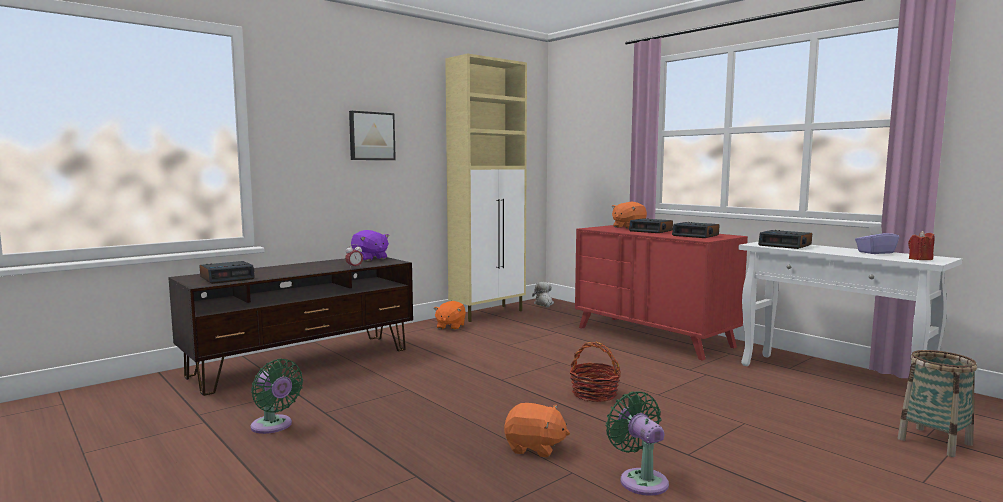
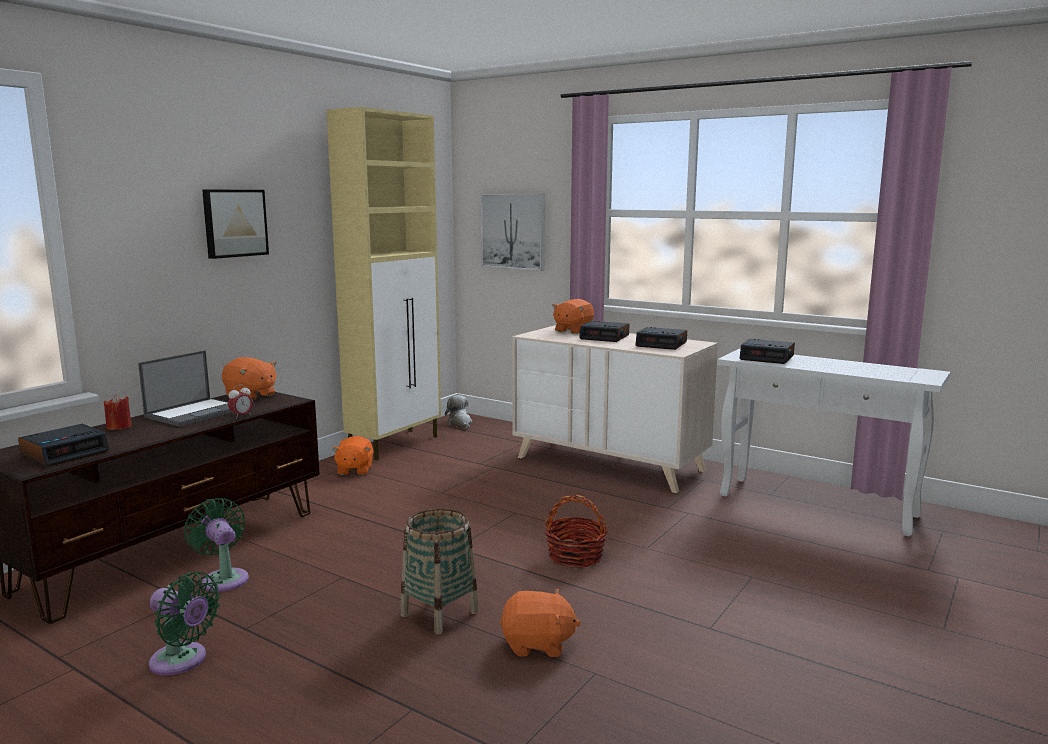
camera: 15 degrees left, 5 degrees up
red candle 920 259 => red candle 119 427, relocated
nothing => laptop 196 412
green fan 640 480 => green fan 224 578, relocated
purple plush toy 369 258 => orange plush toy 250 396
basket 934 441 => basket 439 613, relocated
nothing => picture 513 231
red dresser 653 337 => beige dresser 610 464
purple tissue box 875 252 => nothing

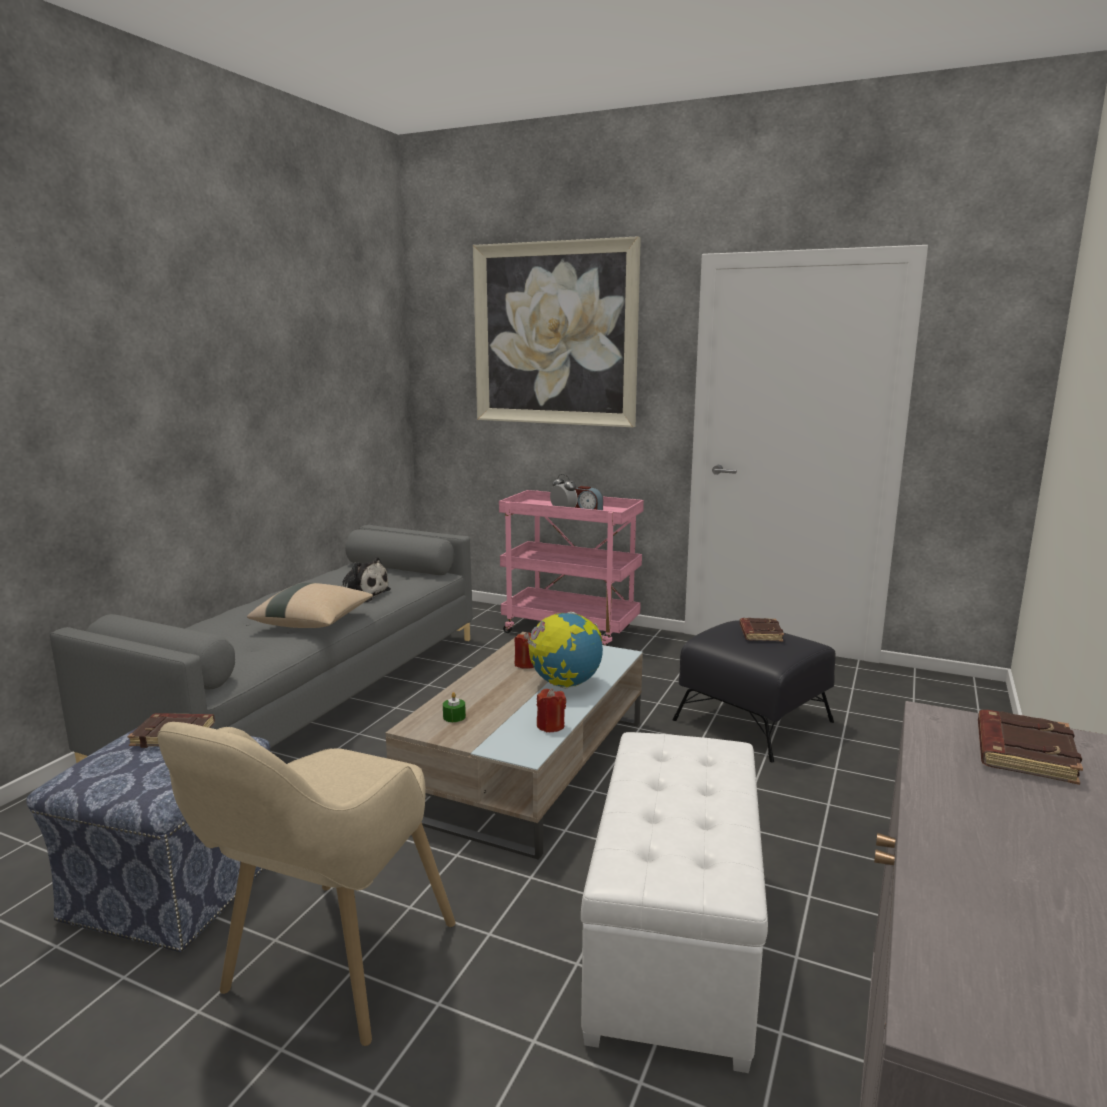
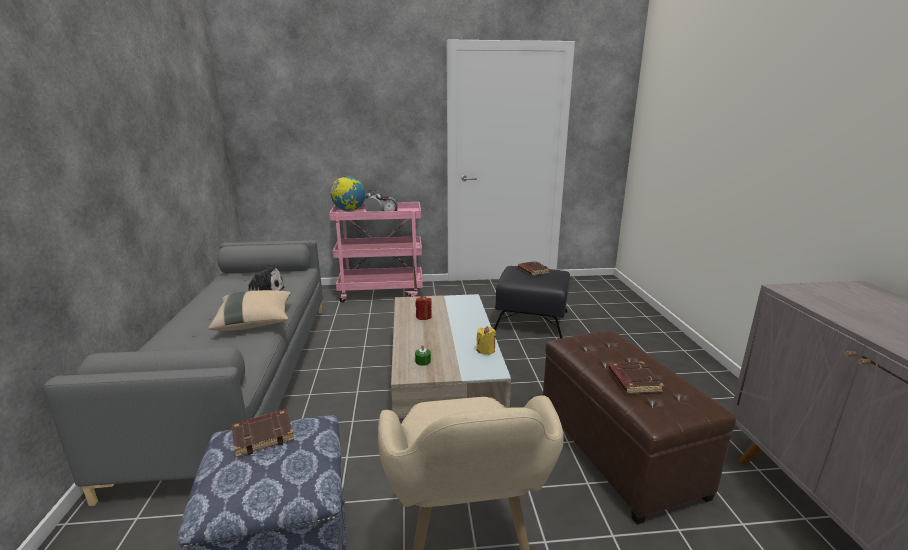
camera: 30 degrees left, 5 degrees up
globe 565 684 => globe 349 211, relocated
red candle 550 726 => yellow candle 486 350
white ottoman 675 941 => brown ottoman 618 450
brown book 1022 753 => brown book 633 381, relocated
picture 554 334 => nothing

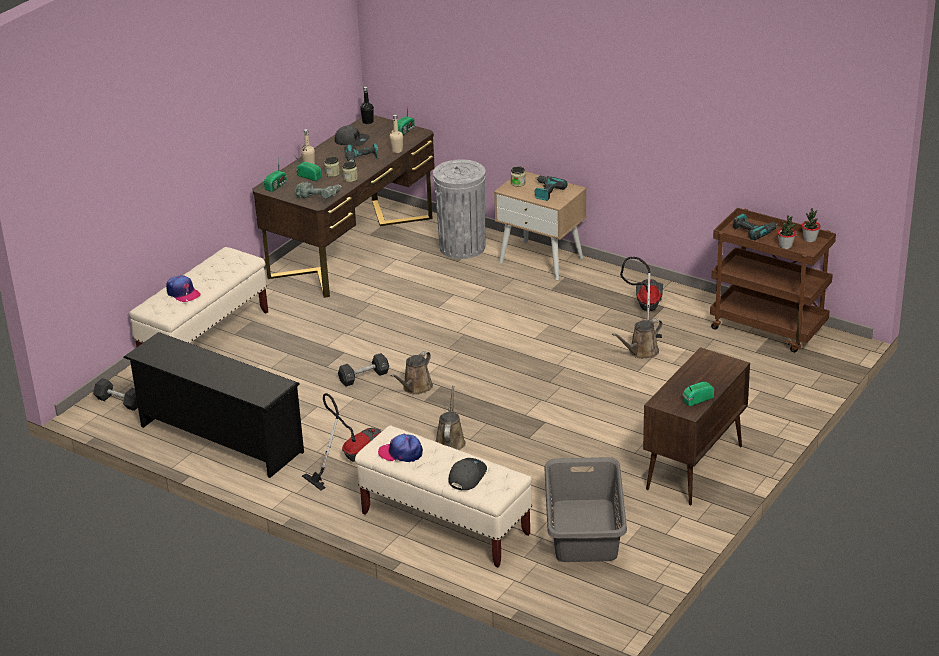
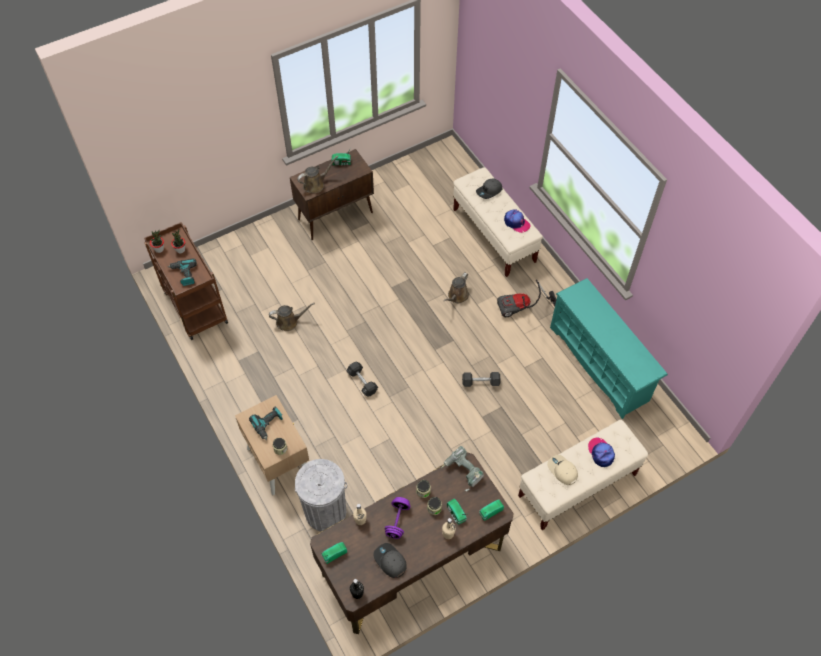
camera: 155 degrees left, 25 degrees up
brown watering can 415 388 => brown watering can 315 184, relocated
black dumbbell 119 402 => black dumbbell 362 382, relocated
power drill 362 159 => purple dumbbell 397 521
nothing => beige cap 562 471
black shoe rack 218 439 => turquoise shoe rack 600 364
grey laundry basket 583 531 => nothing
vacuum cleaner 645 311 => nothing

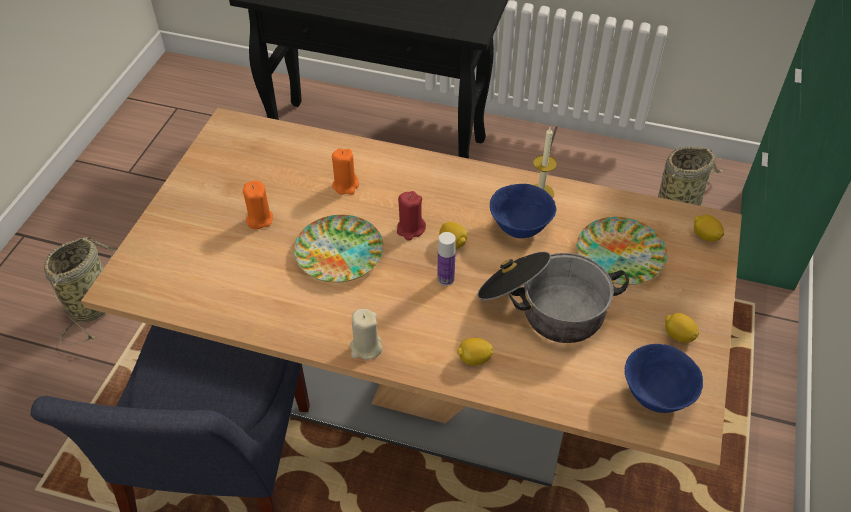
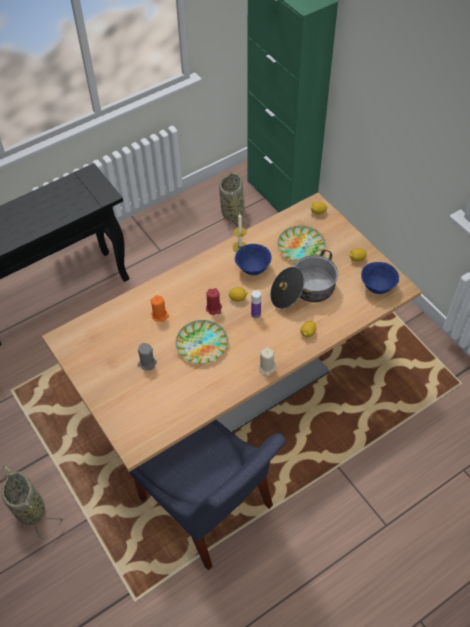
camera: 50 degrees left, 5 degrees up
orange candle 259 219 => grey candle 147 363

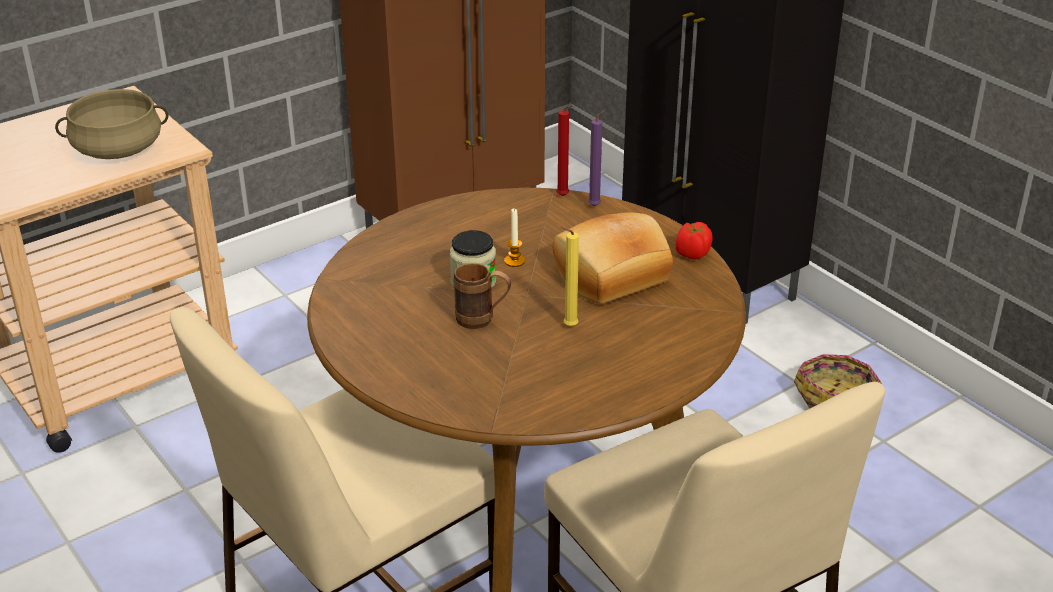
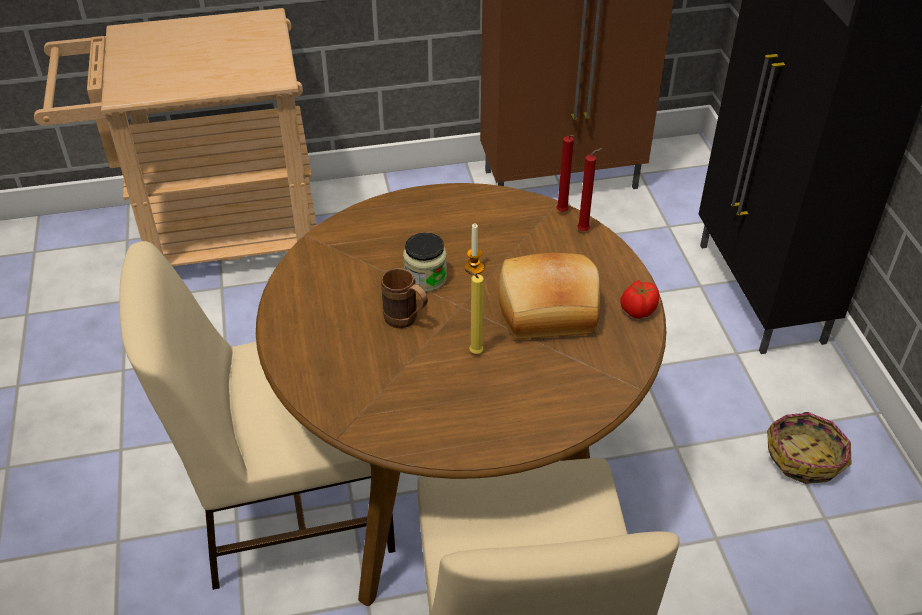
camera: 25 degrees right, 10 degrees up
purple candle 596 205 => red candle 585 231
beige cooking pot 117 150 => nothing

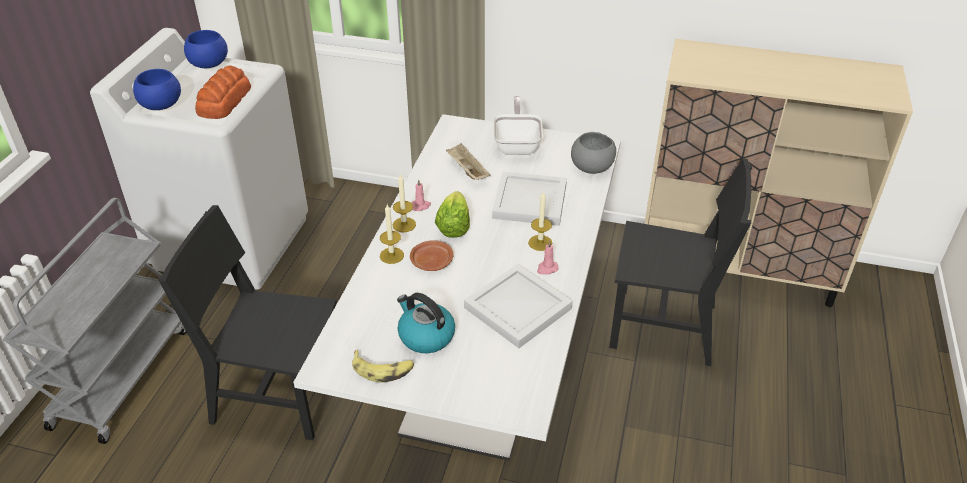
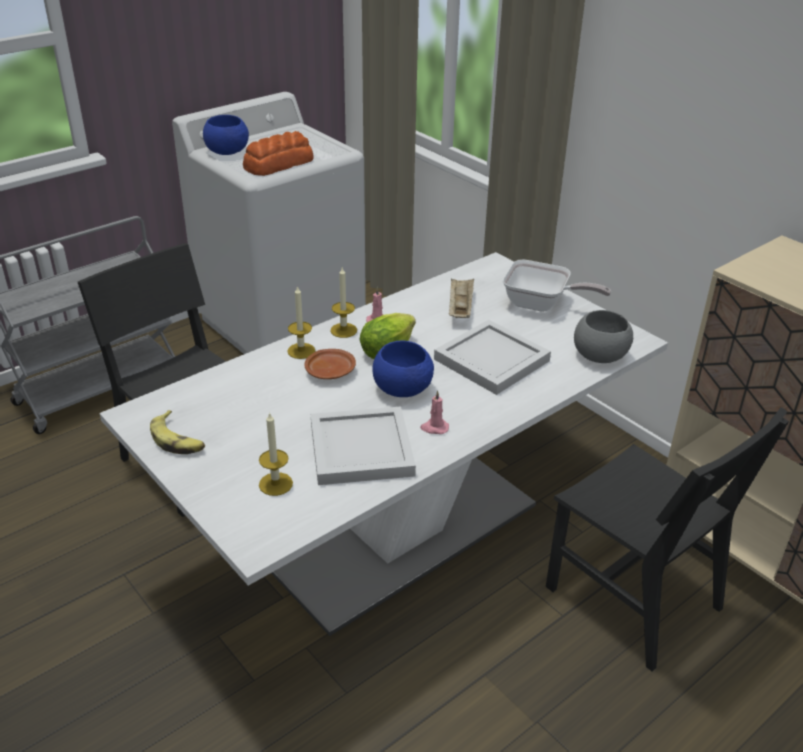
camera: 35 degrees right, 5 degrees down
candle 540 243 => candle 275 484, relocated
blue bowl 209 64 => blue bowl 402 390, relocated
frying pan 517 144 => frying pan 541 304, 75 degrees clockwise
kettle 425 336 => nothing

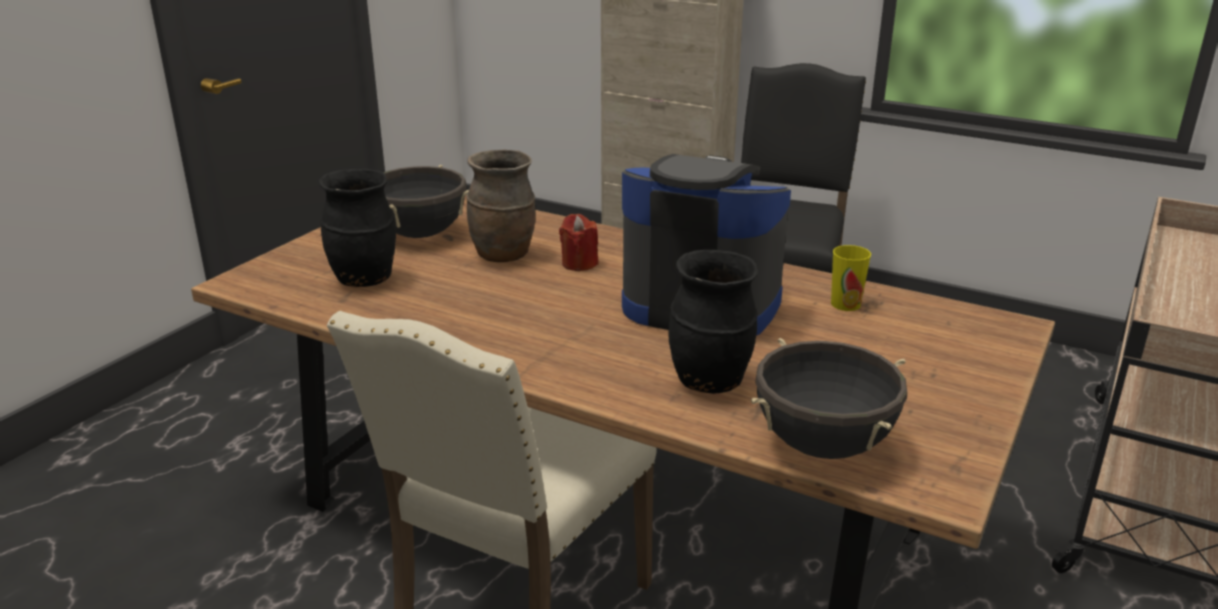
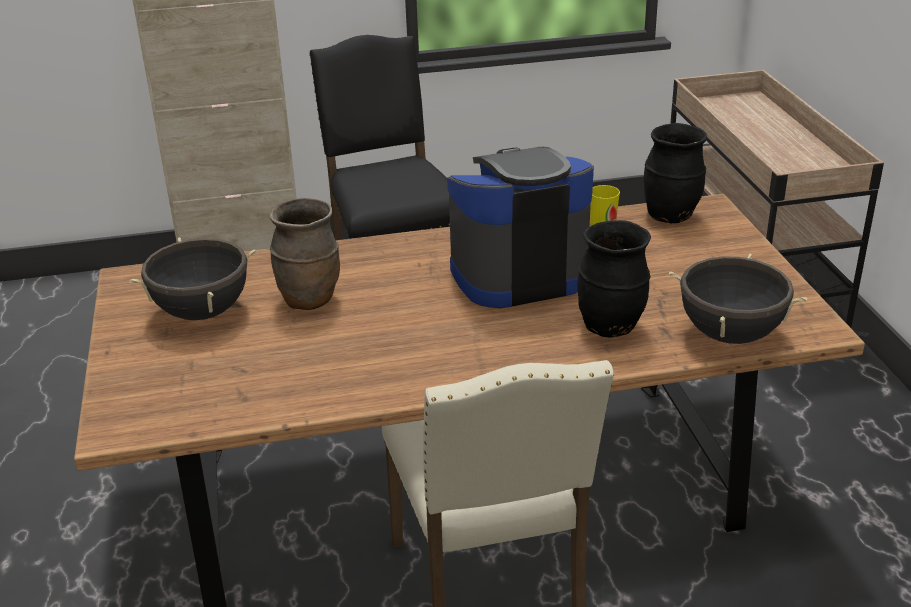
camera: 40 degrees left, 5 degrees up
black vase 365 279 => black vase 671 216, relocated
red candle 579 263 => nothing

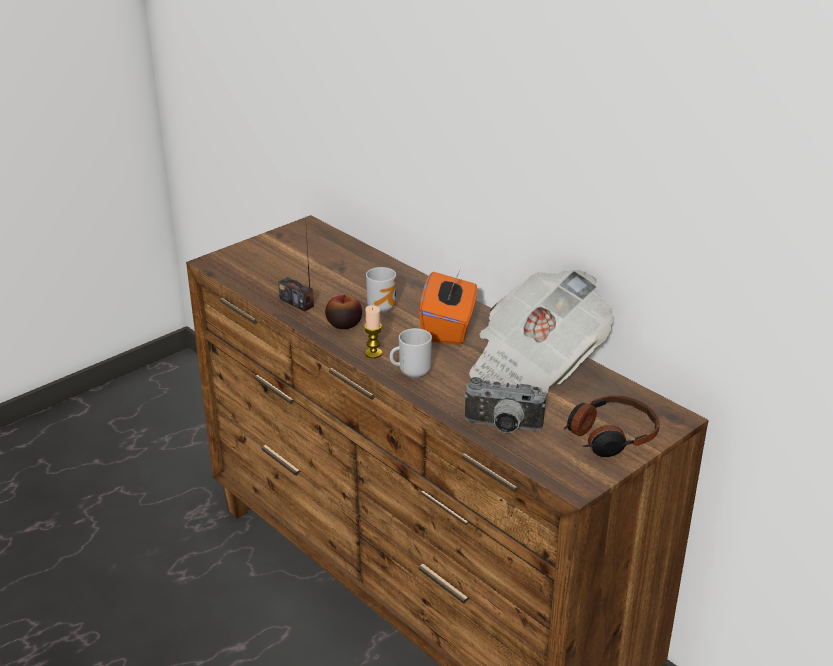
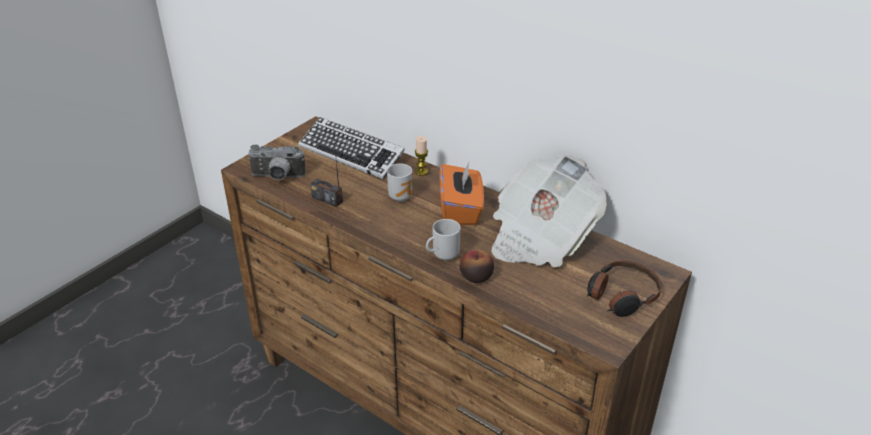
camera: 10 degrees left, 5 degrees up
photo camera 502 428 => photo camera 277 178, relocated
nothing => keyboard 351 154
candle 373 353 => candle 421 172, relocated
apple 344 324 => apple 476 276, relocated

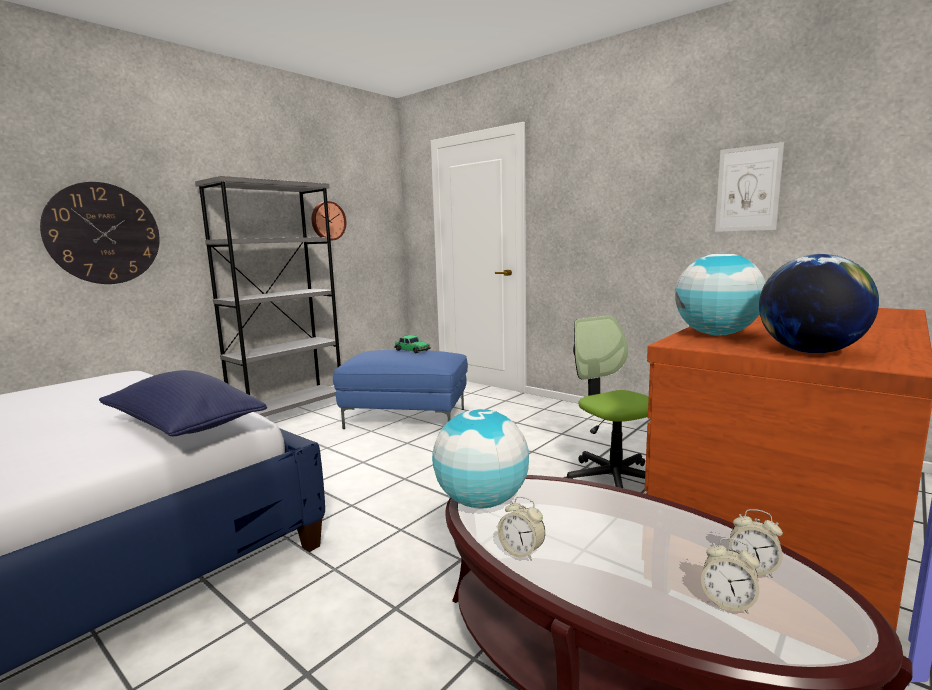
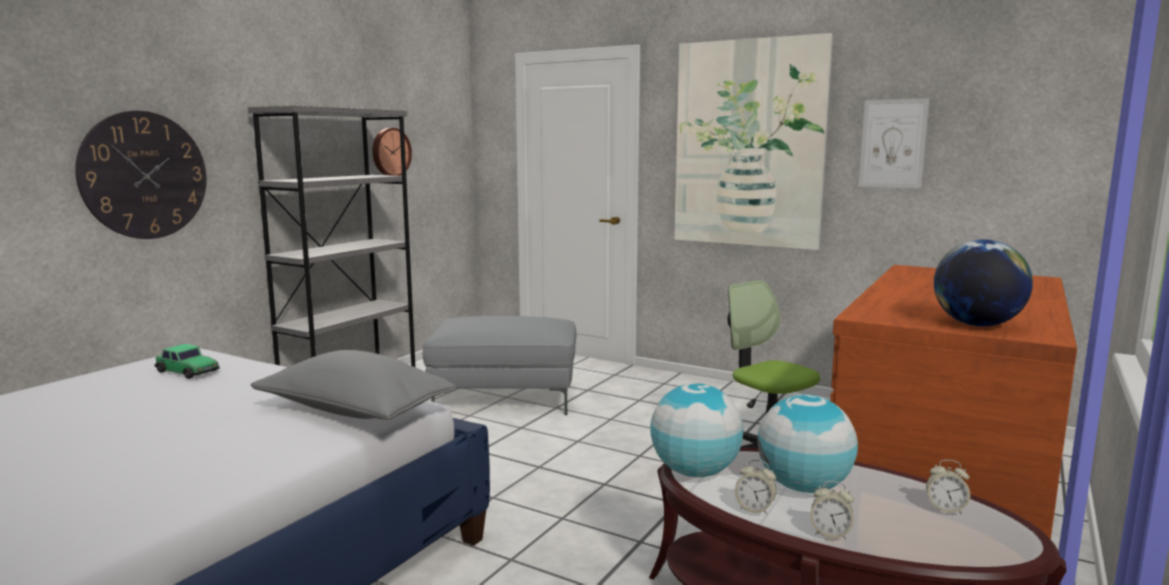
camera: 10 degrees left, 0 degrees up
toy car 412 350 => toy car 188 371, relocated
blue pillow 183 427 => grey pillow 354 412
blue ottoman 406 418 => grey ottoman 505 399
nothing => picture 748 144
globe 716 334 => globe 804 487, relocated
alarm clock 727 602 => alarm clock 830 534, relocated

